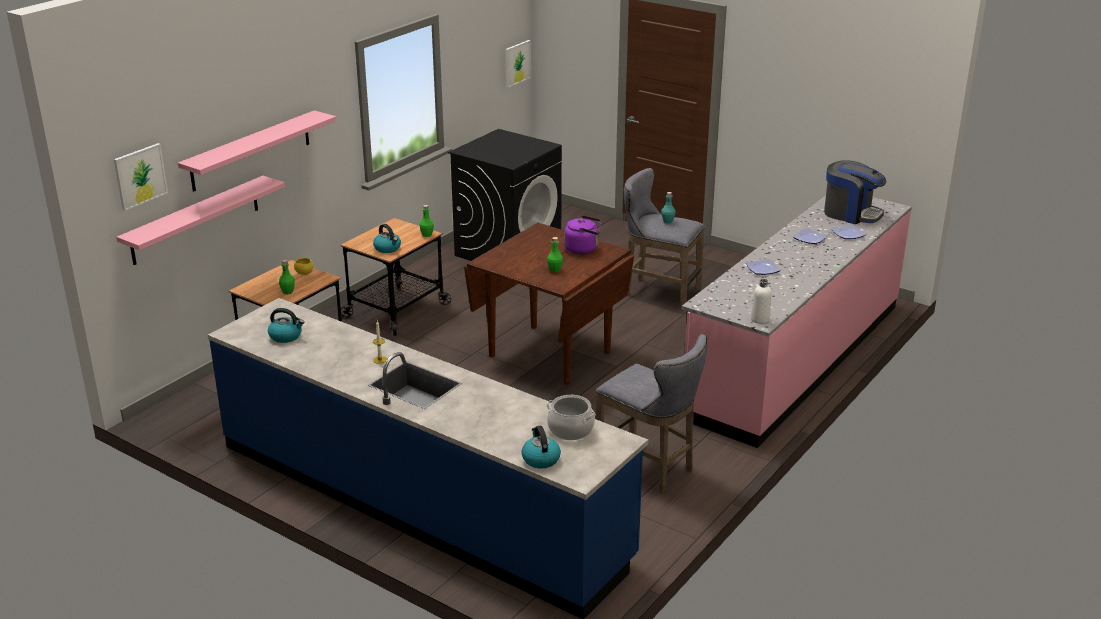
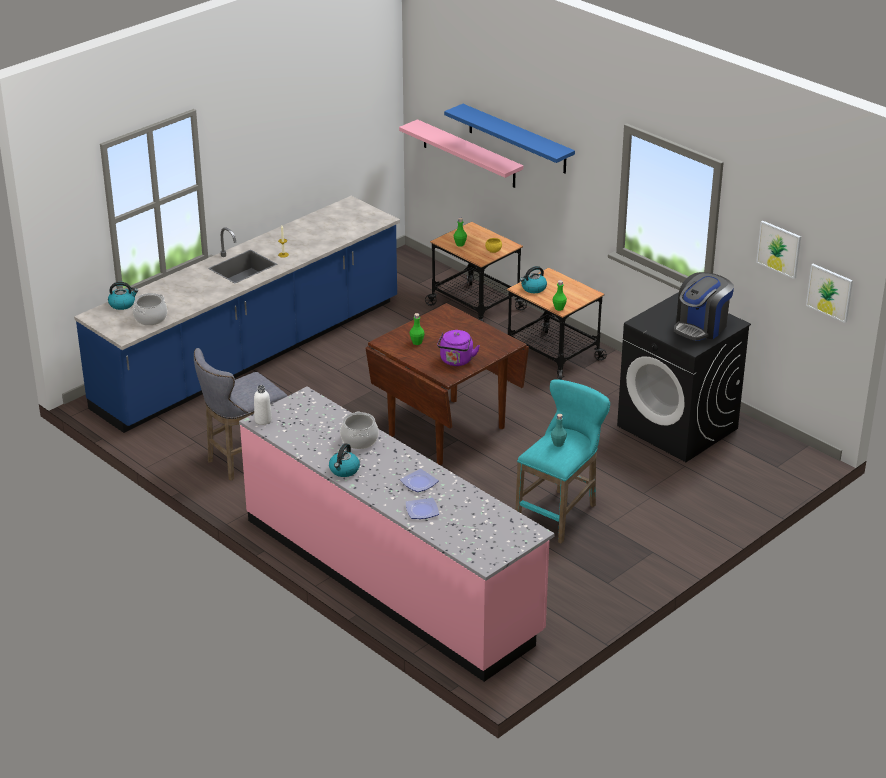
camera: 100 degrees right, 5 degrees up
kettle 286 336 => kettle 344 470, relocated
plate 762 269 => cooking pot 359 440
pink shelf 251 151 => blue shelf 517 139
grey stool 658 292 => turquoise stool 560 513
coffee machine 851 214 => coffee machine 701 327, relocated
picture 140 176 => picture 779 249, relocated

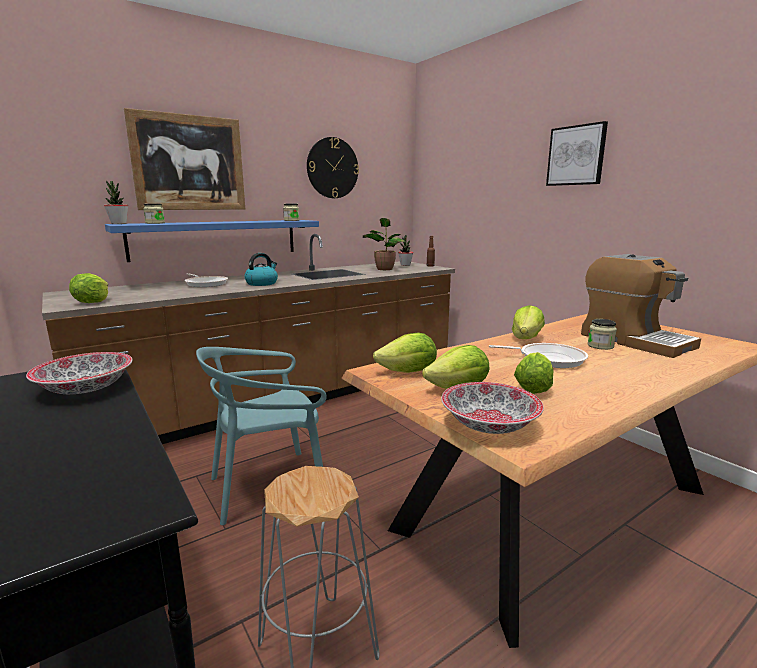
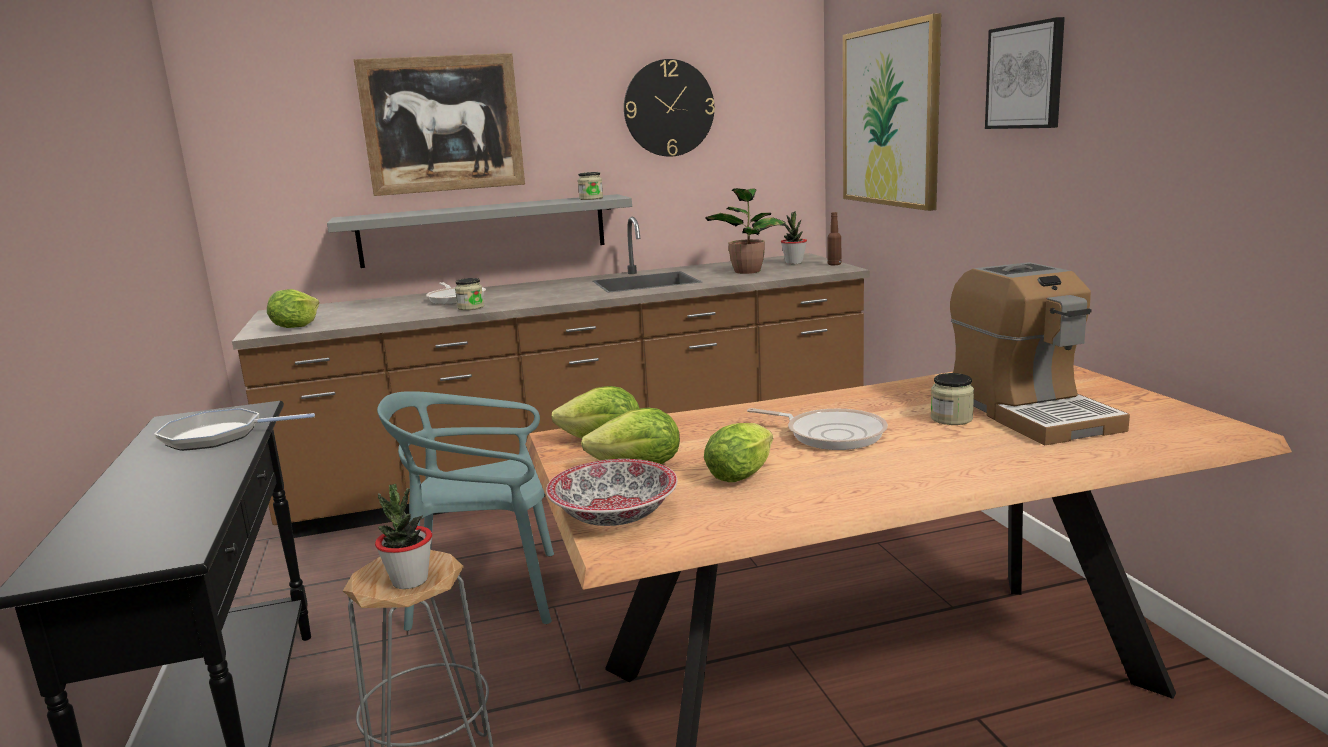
camera: 20 degrees right, 0 degrees up
bowl 86 388 => frying pan 218 436
blue shelf 216 239 => grey shelf 483 230
potted plant 119 223 => potted plant 410 581, relocated
jar 155 223 => jar 470 307, relocated
nothing => picture 890 116
kettle 262 283 => nothing
lettuce 526 338 => nothing

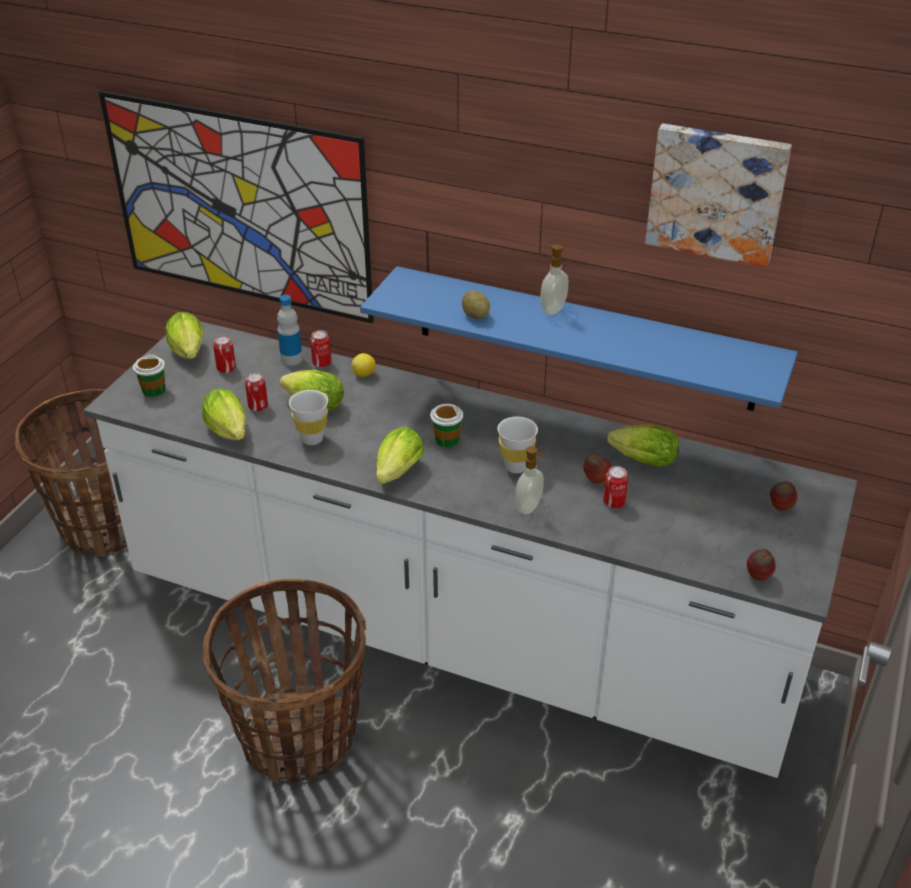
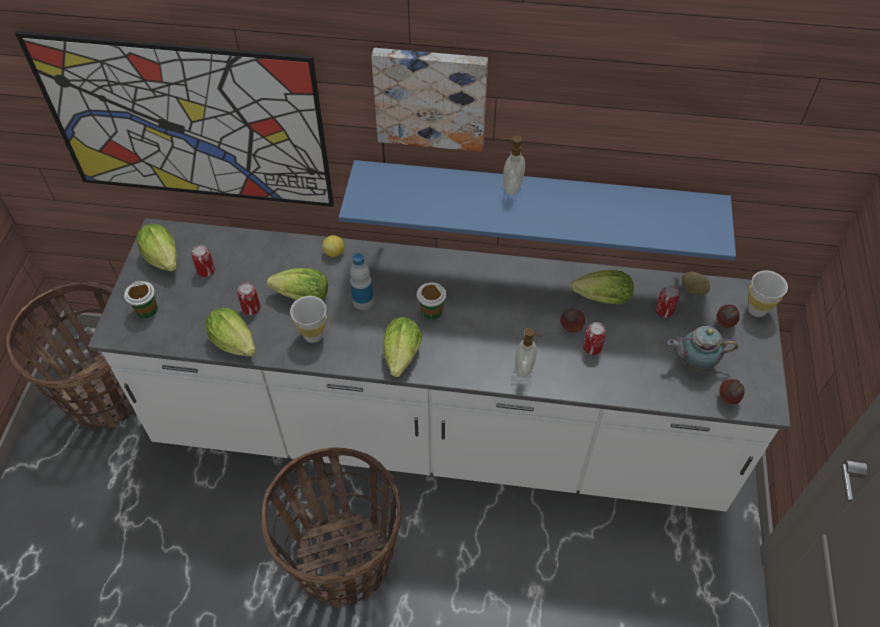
camera: 15 degrees left, 15 degrees up
bottle 291 359 => bottle 363 301, relocated
picture 716 192 => picture 431 97, relocated
can 322 363 => can 664 311, relocated
nothing => teapot 693 363
potato 475 315 => potato 693 290, relocated
white cup 516 467 => white cup 757 310, relocated

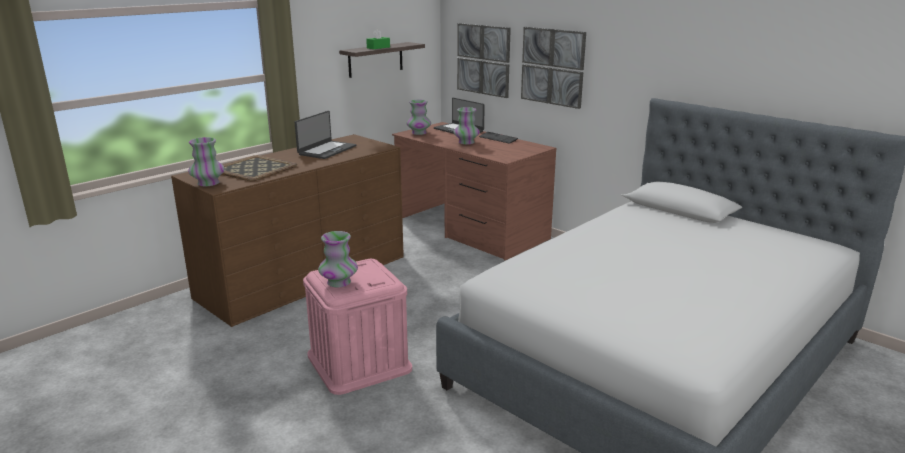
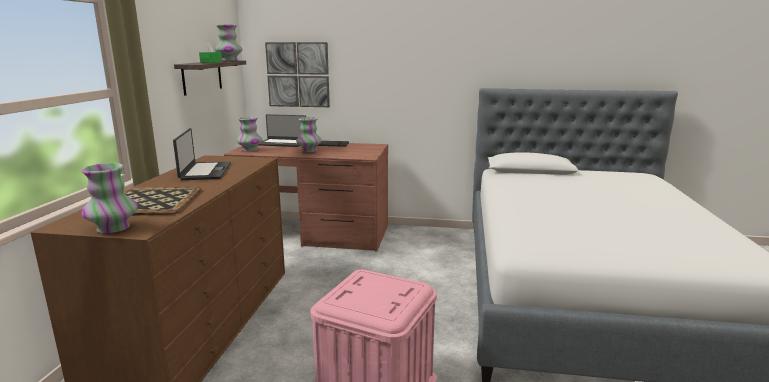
camera: 35 degrees left, 5 degrees down
vase 339 282 => vase 229 60, relocated
picture 552 66 => nothing

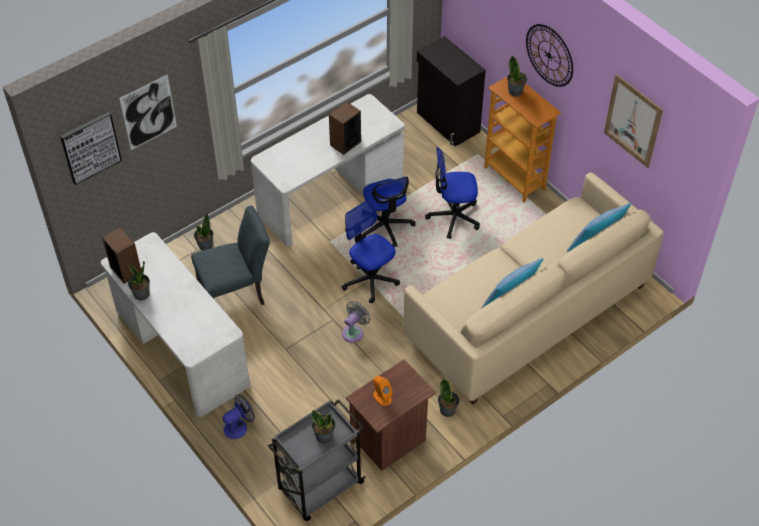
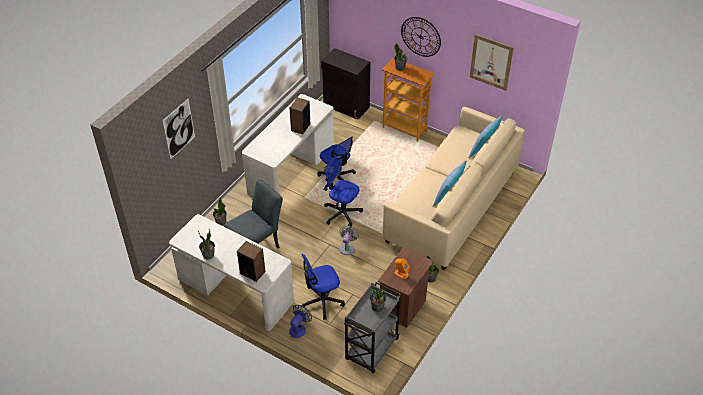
camera: 20 degrees left, 5 degrees down
speaker 126 270 => speaker 252 272, relocated
office chair 453 217 => office chair 322 301, relocated
picture 90 147 => nothing

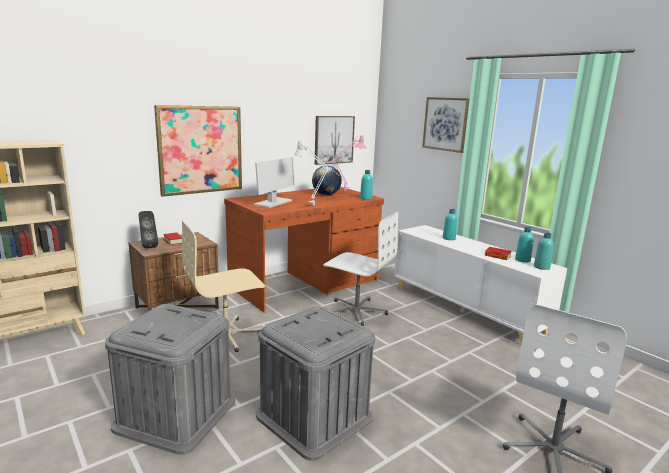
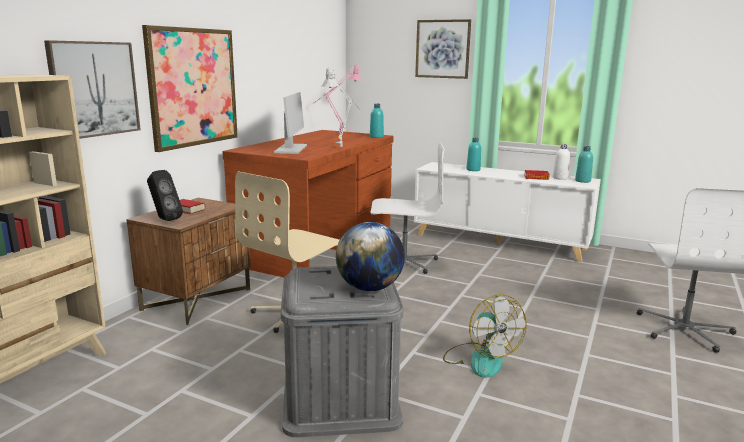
camera: 25 degrees left, 0 degrees up
picture 333 139 => picture 94 89, relocated
globe 326 195 => globe 369 288, relocated
grey storage box 314 416 => fan 480 359
turquoise bottle 522 260 => white bottle 560 178

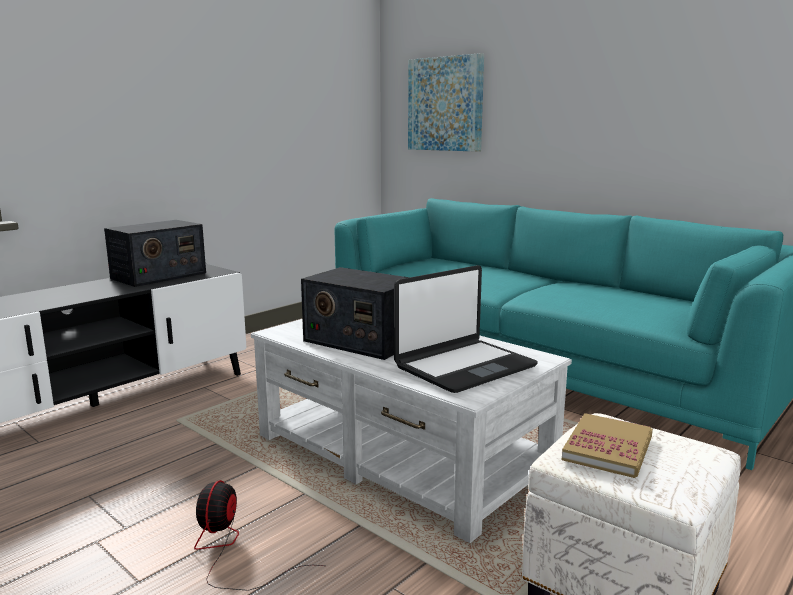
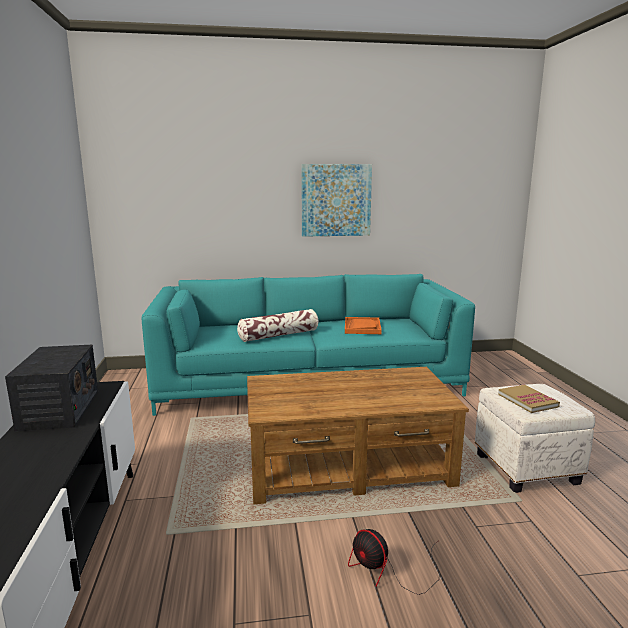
camera: 50 degrees left, 0 degrees up
nothing => pillow 279 335
white coffee table 401 455 => brown coffee table 348 465
picture 445 104 => picture 336 200, relocated
nothing => orange tray 362 327
radio 360 341 => nothing
laptop 464 366 => nothing

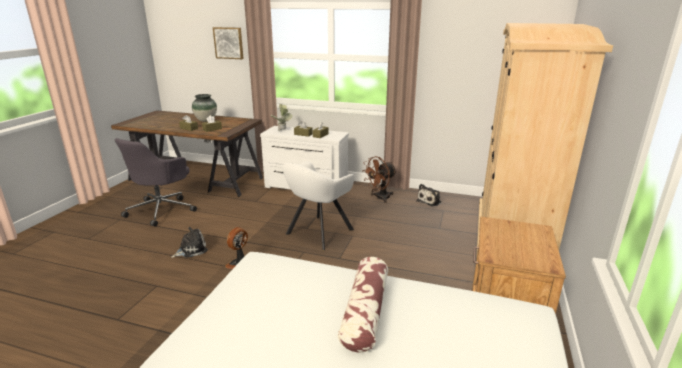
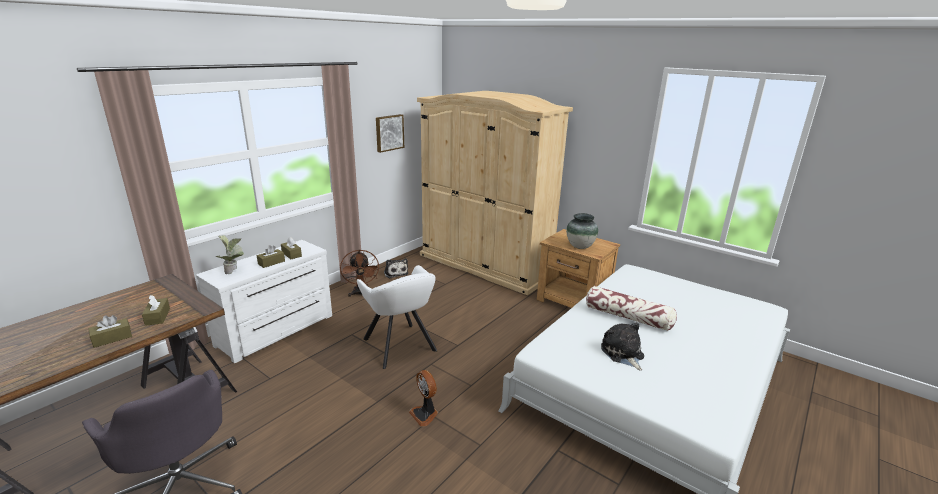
camera: 70 degrees left, 0 degrees up
picture 229 43 => picture 389 132, relocated
vase 206 120 => vase 579 246, relocated
plush toy 191 250 => plush toy 623 354, relocated

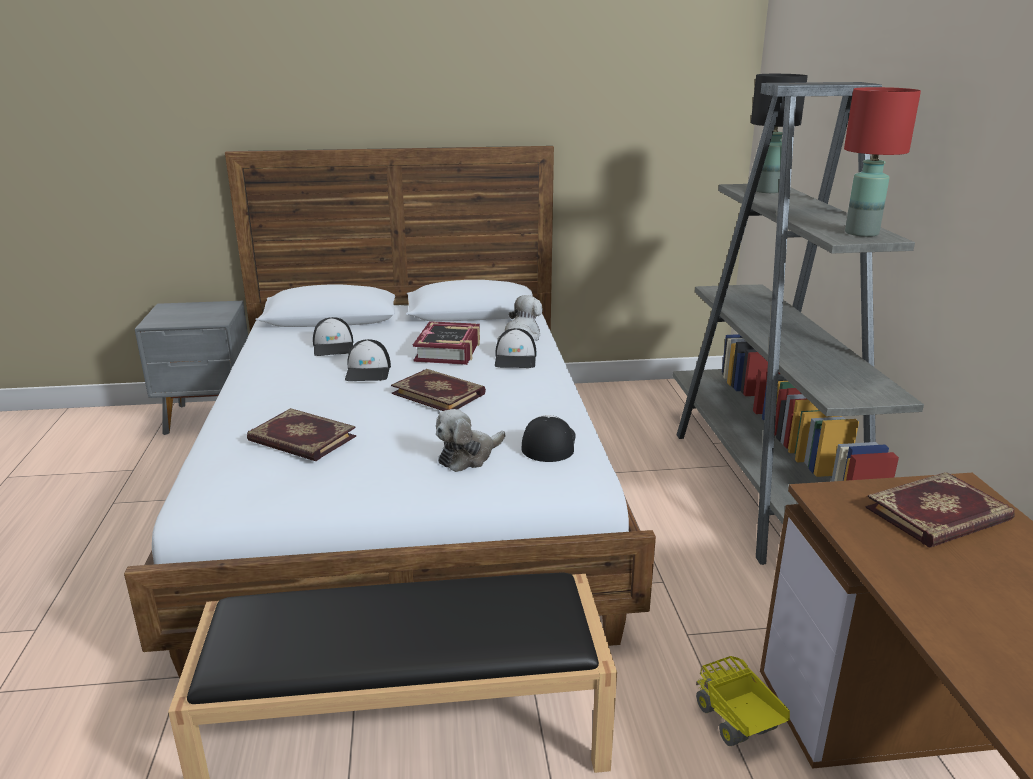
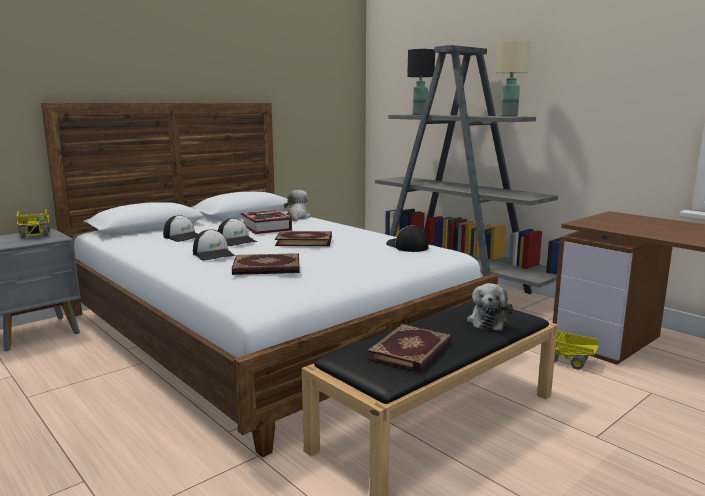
camera: 35 degrees left, 10 degrees down
nothing => toy truck 35 234
cap 516 359 => cap 214 254, relocated
book 939 515 => book 412 351, relocated
plush toy 468 456 => plush toy 488 321, relocated
red table lamp 860 233 => beige table lamp 508 116

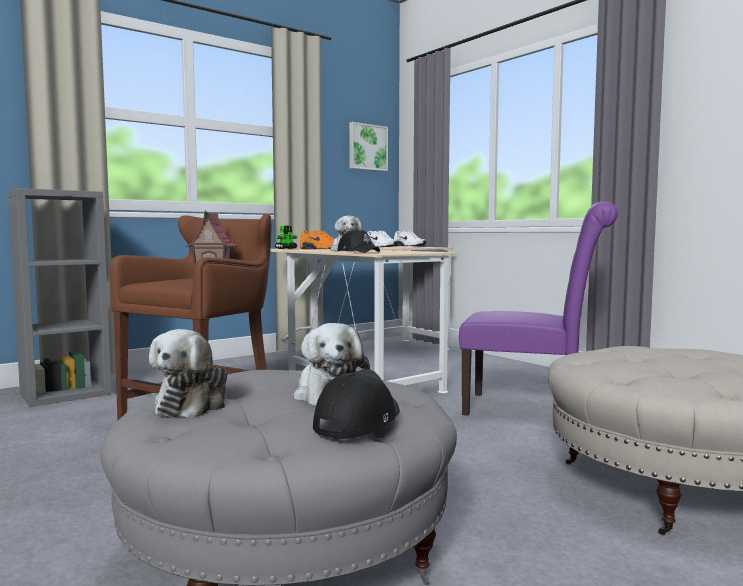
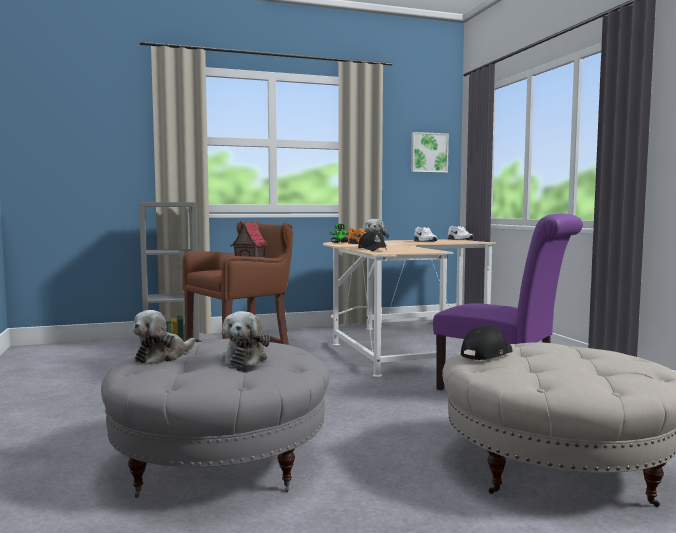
camera: 20 degrees right, 0 degrees up
black cap 357 422 => black cap 486 354, relocated

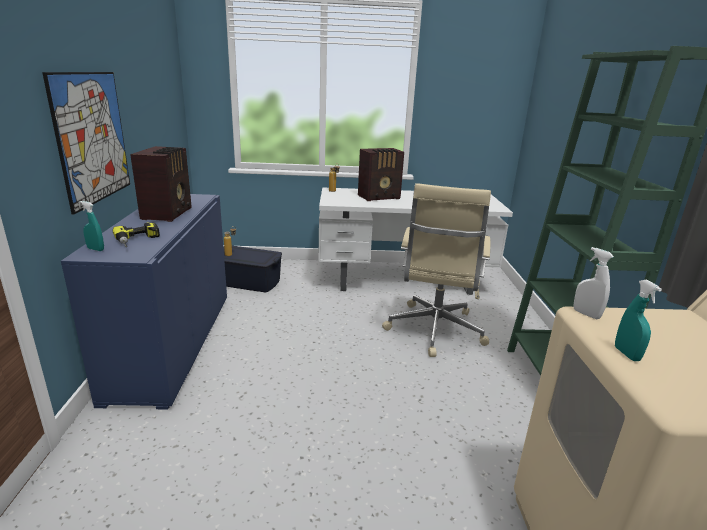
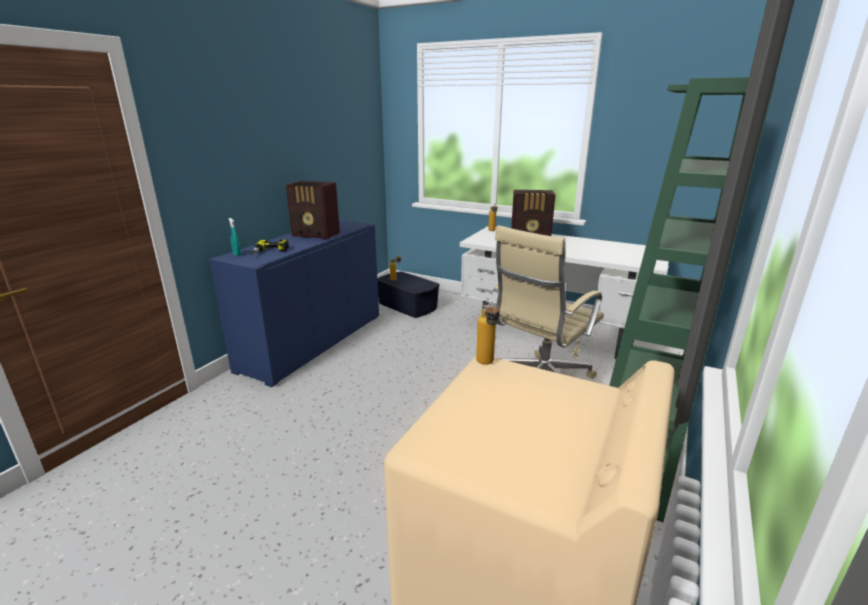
camera: 30 degrees right, 0 degrees up
radio 168 213 => radio 316 235, 75 degrees clockwise
white spray bottle 586 314 => bottle 487 364
picture 92 138 => nothing
turquoise spray bottle 626 354 => nothing

